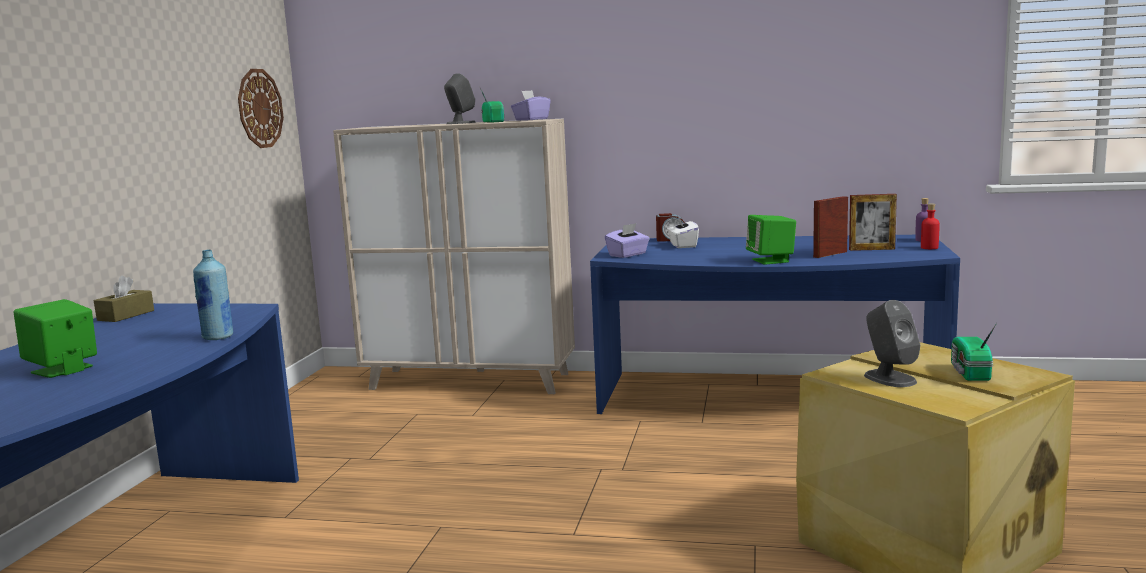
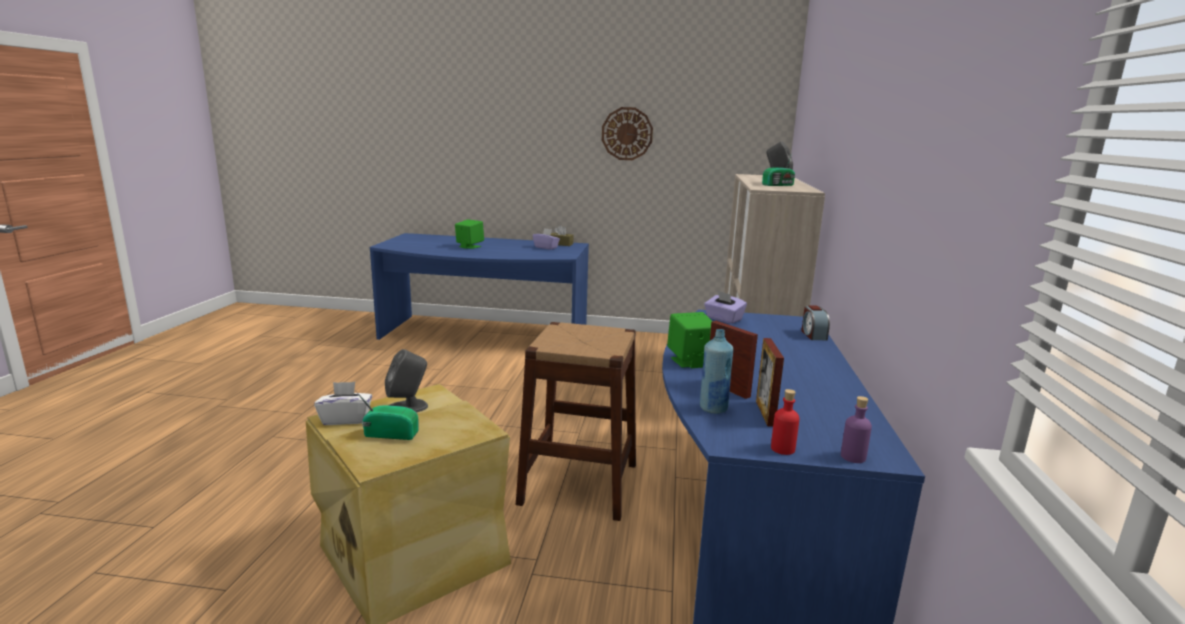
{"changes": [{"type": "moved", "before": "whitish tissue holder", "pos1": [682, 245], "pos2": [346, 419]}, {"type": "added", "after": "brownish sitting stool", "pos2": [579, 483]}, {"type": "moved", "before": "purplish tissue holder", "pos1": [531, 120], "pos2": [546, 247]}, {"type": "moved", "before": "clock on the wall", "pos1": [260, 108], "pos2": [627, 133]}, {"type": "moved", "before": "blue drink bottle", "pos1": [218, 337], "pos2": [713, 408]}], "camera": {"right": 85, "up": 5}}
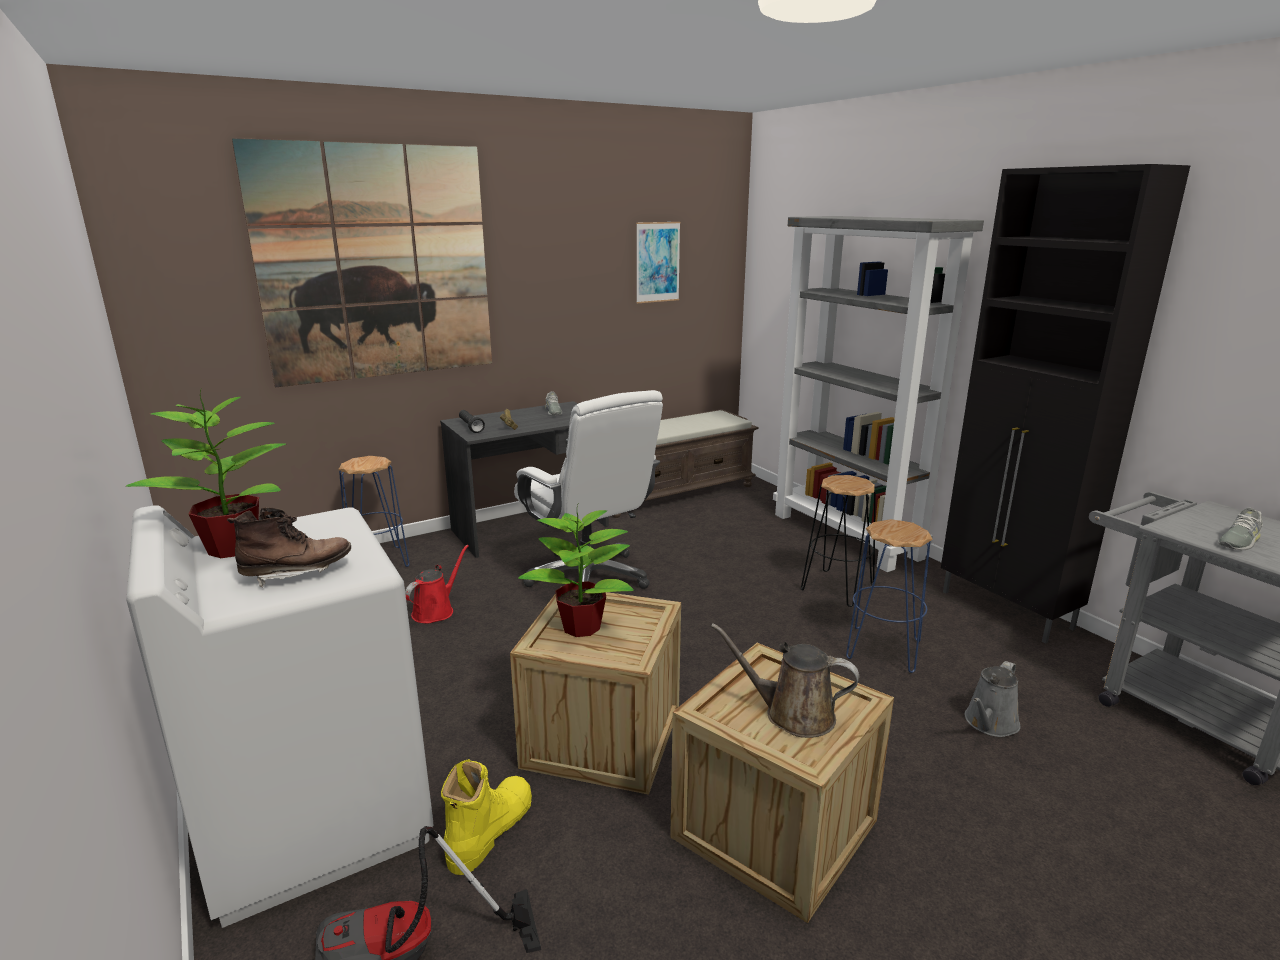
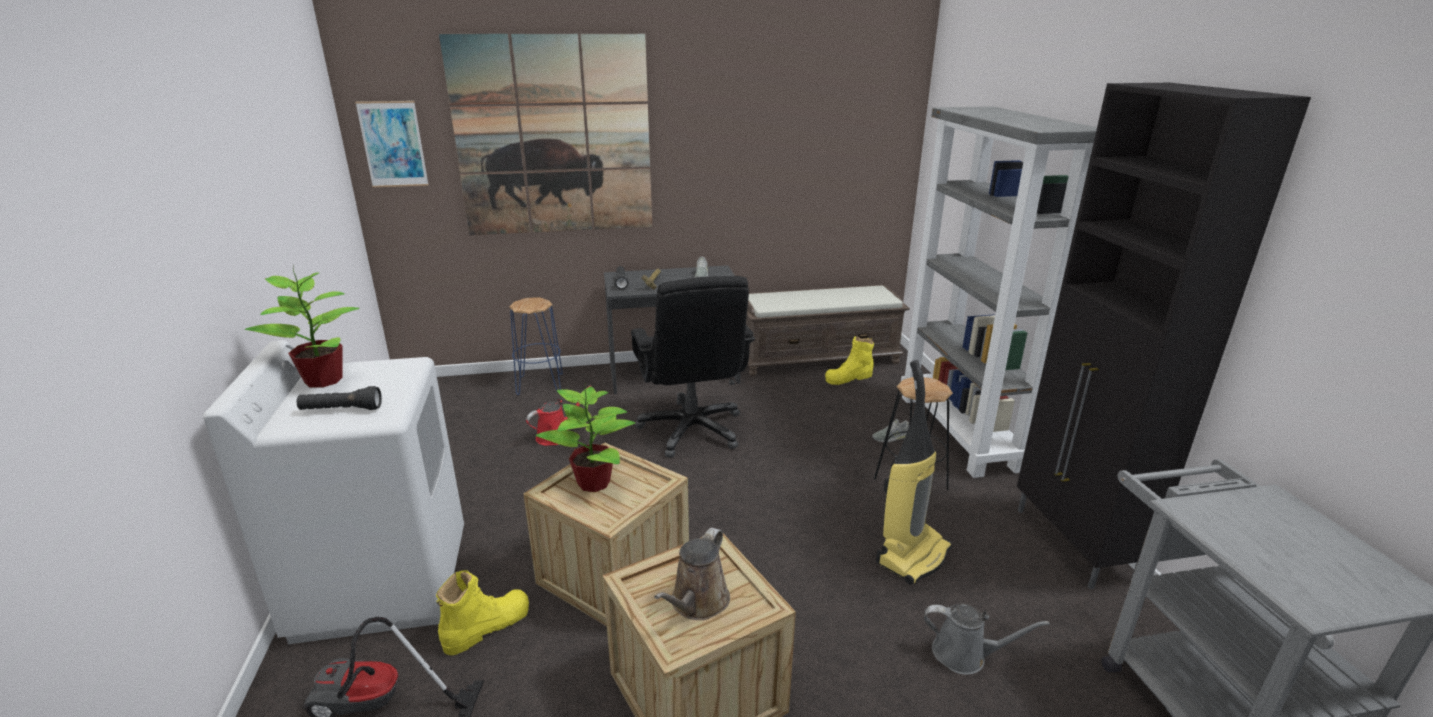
{"changes": [{"type": "replaced", "before": "brownish boot", "after": "black flashlight", "pos1": [297, 573], "pos2": [341, 410]}, {"type": "moved", "before": "picture", "pos1": [657, 262], "pos2": [393, 144]}, {"type": "recoloured", "before": "whitish computer chair", "after": "black computer chair", "pos1": [589, 578], "pos2": [692, 429]}, {"type": "turned", "before": "brownish watering can", "pos1": [792, 714], "pos2": [697, 603], "turn": -105}, {"type": "added", "after": "yellow-coloured boot", "pos2": [849, 378]}, {"type": "moved", "before": "grey shoe", "pos1": [1238, 541], "pos2": [891, 437]}, {"type": "replaced", "before": "blue sitting stool", "after": "hoover", "pos1": [883, 649], "pos2": [912, 555]}, {"type": "turned", "before": "grey watering can", "pos1": [989, 723], "pos2": [964, 655], "turn": -135}], "camera": {"right": 20, "up": 5}}
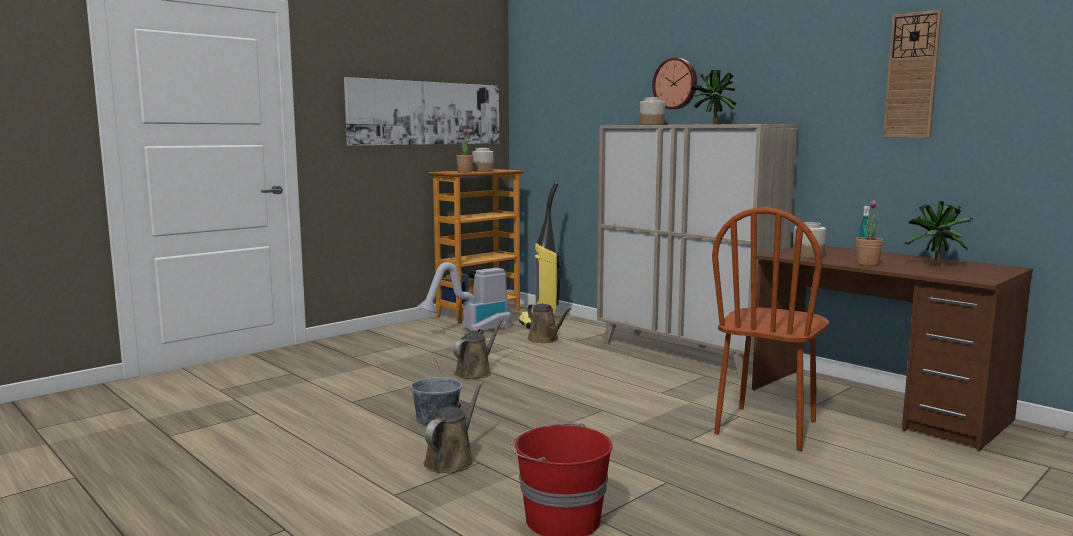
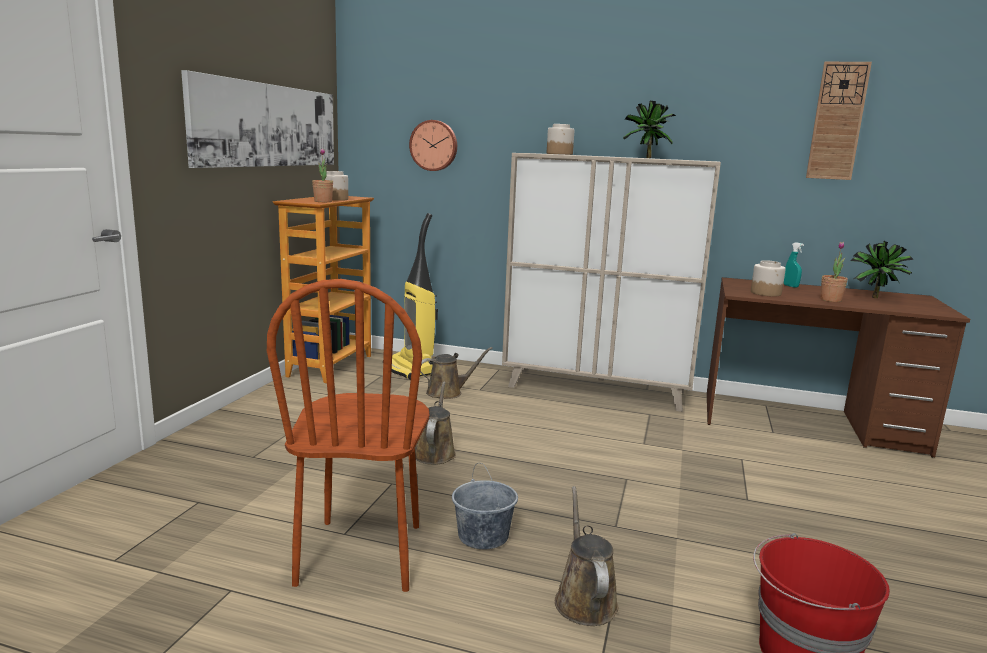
{"changes": [{"type": "moved", "before": "brownish upright chair", "pos1": [767, 428], "pos2": [361, 554]}, {"type": "moved", "before": "clock on the wall", "pos1": [676, 83], "pos2": [434, 145]}, {"type": "turned", "before": "brownish watering can", "pos1": [545, 339], "pos2": [448, 392], "turn": -45}, {"type": "removed", "before": "hoover", "pos1": [471, 331]}], "camera": {"right": -30, "up": 5}}
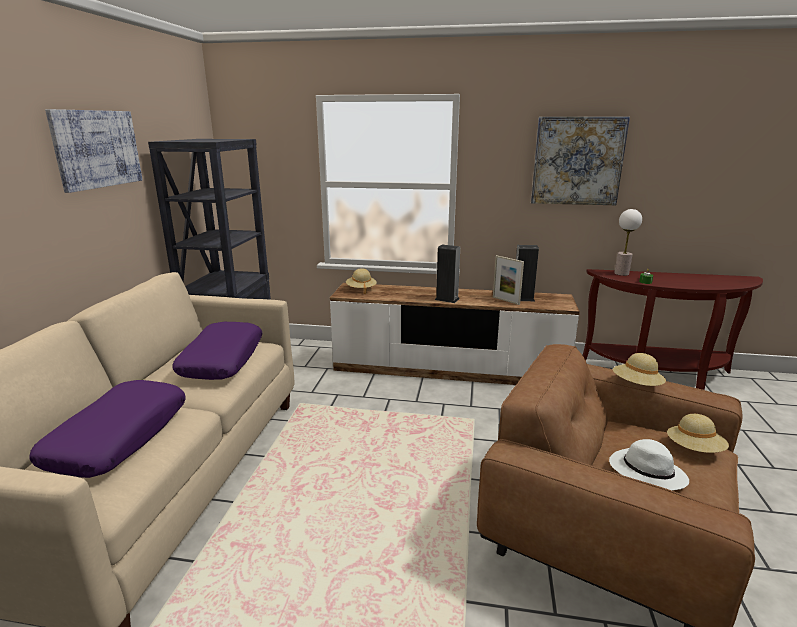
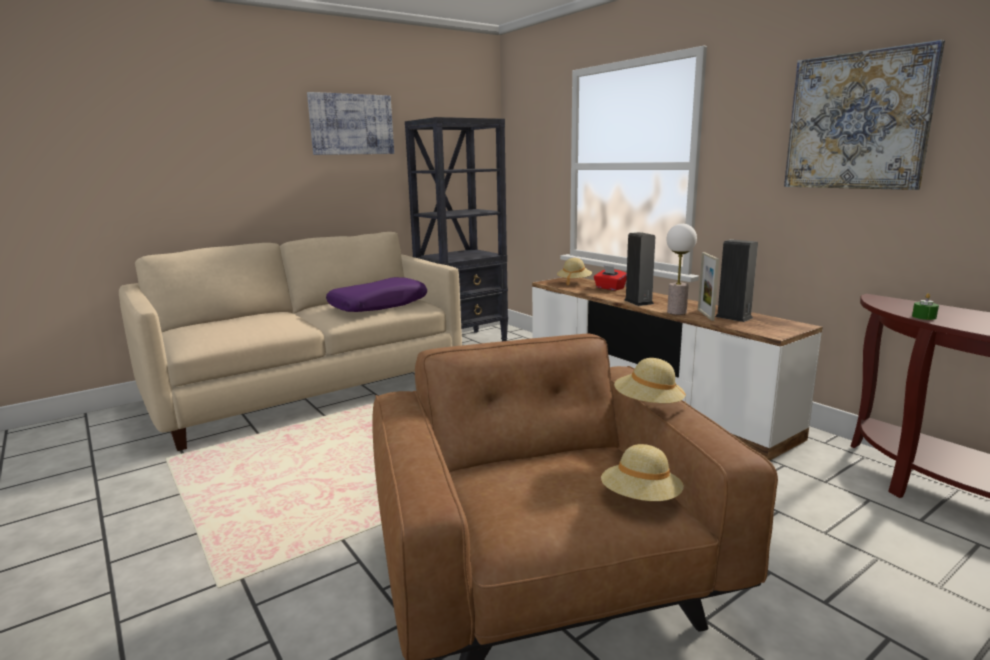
{"changes": [{"type": "added", "after": "red tissue holder", "pos2": [609, 288]}, {"type": "moved", "before": "lamp for a table", "pos1": [621, 273], "pos2": [676, 312]}, {"type": "removed", "before": "purplish throw pillow", "pos1": [118, 437]}, {"type": "removed", "before": "whitish clothing hat", "pos1": [645, 473]}], "camera": {"right": 45, "up": -5}}
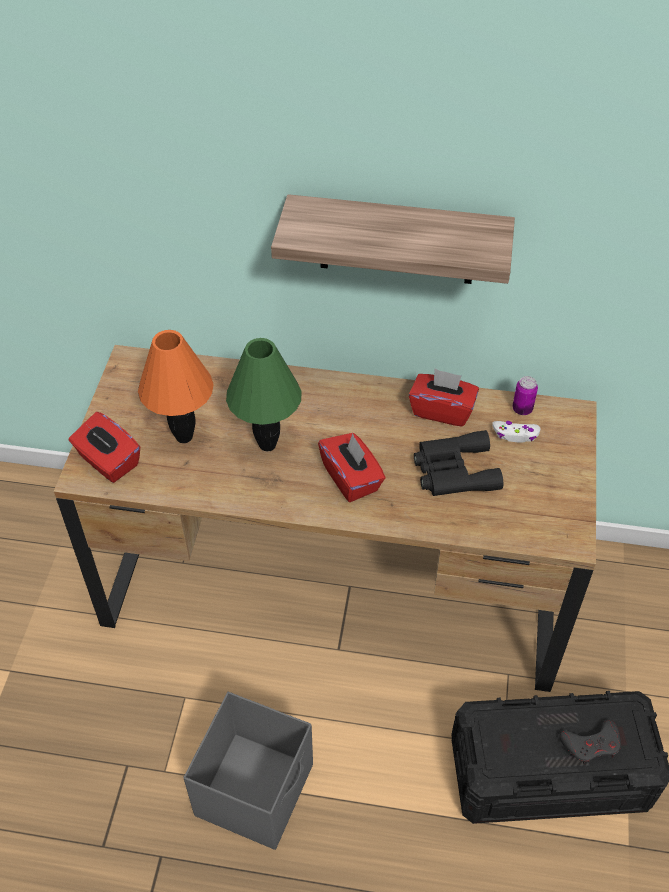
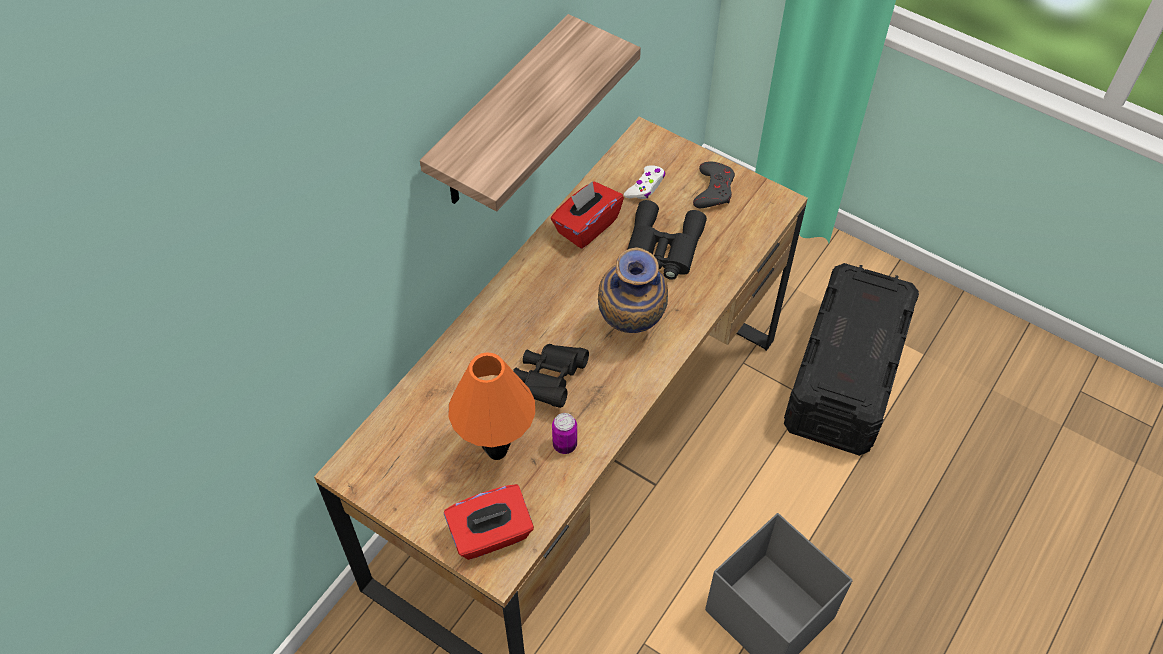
{"changes": [{"type": "replaced", "before": "green-coloured lamp for a table", "after": "black field glasses", "pos1": [268, 444], "pos2": [549, 380]}, {"type": "moved", "before": "sealed can", "pos1": [522, 409], "pos2": [565, 445]}, {"type": "replaced", "before": "red tissue holder", "after": "flower vase", "pos1": [351, 478], "pos2": [630, 328]}, {"type": "moved", "before": "grey gamepad", "pos1": [591, 744], "pos2": [713, 189]}], "camera": {"right": -65, "up": 5}}
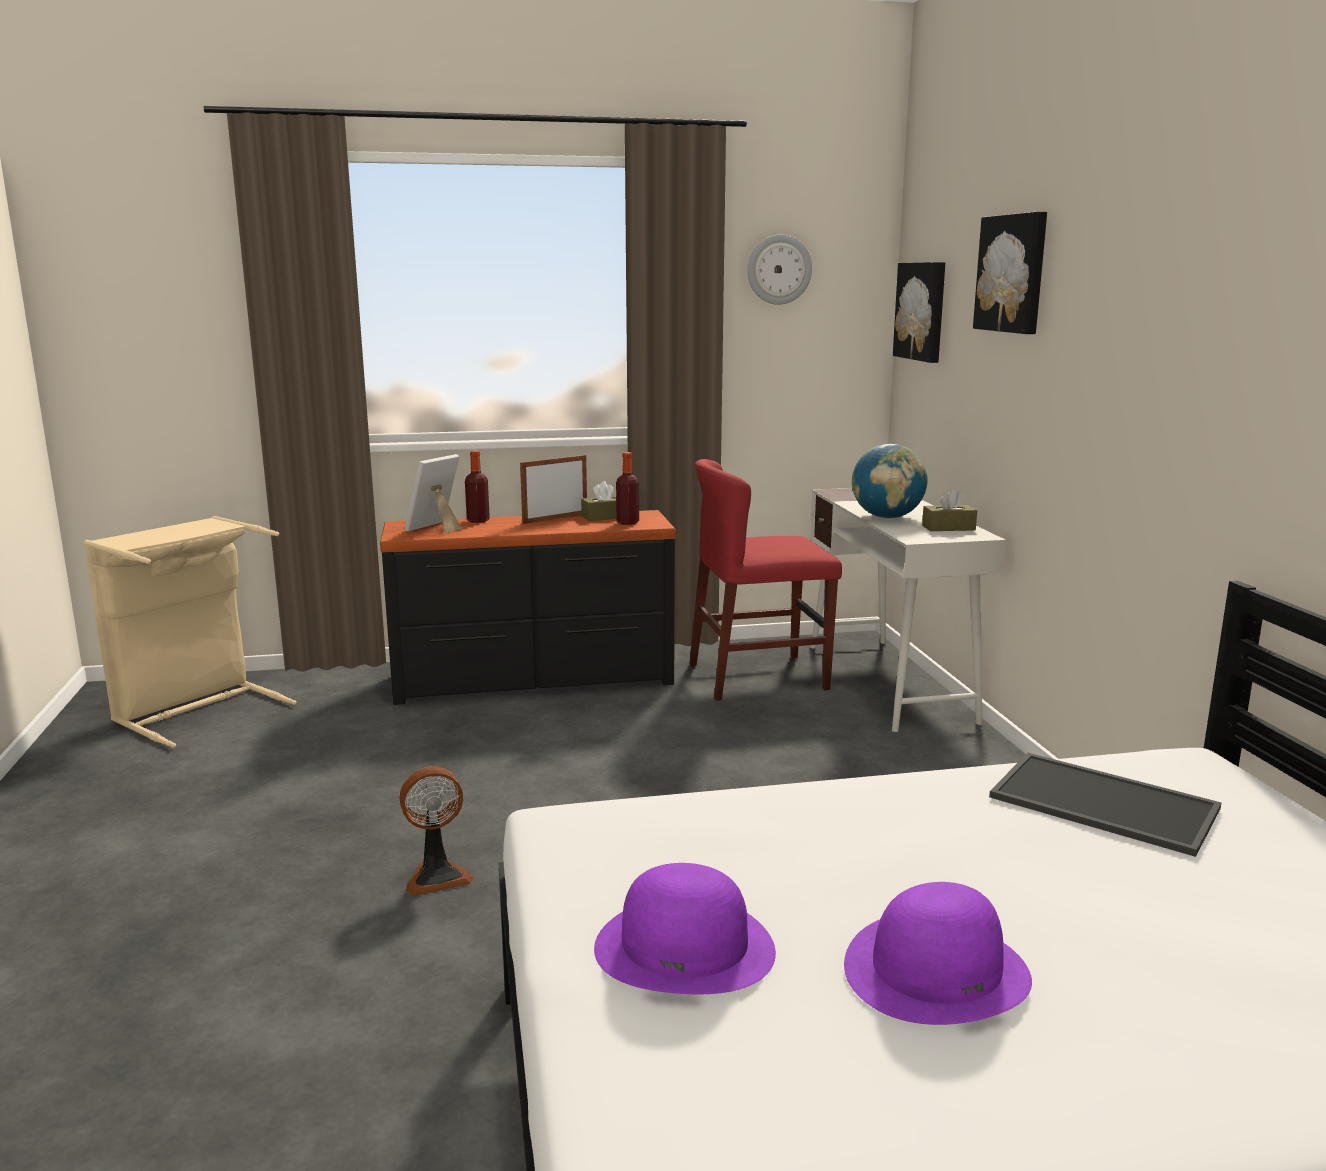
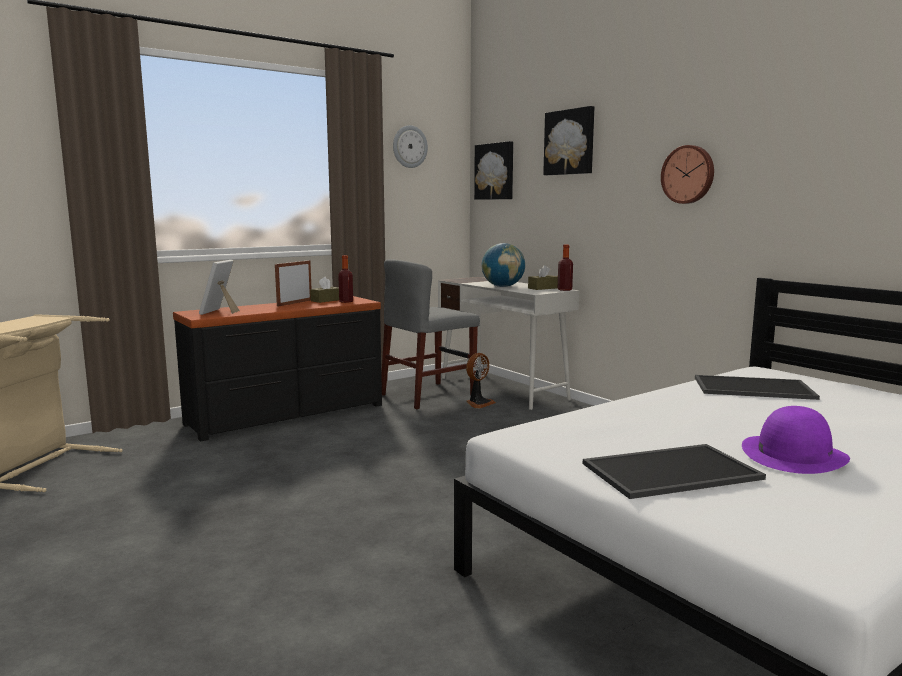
{"changes": [{"type": "recoloured", "before": "red upright chair", "after": "grey upright chair", "pos1": [758, 677], "pos2": [428, 395]}, {"type": "moved", "before": "cooling fan", "pos1": [437, 876], "pos2": [478, 403]}, {"type": "moved", "before": "drink bottle", "pos1": [478, 520], "pos2": [564, 290]}, {"type": "replaced", "before": "purplish clothing hat", "after": "tray", "pos1": [685, 947], "pos2": [671, 470]}, {"type": "added", "after": "clock on the wall", "pos2": [688, 174]}], "camera": {"right": -25, "up": -5}}
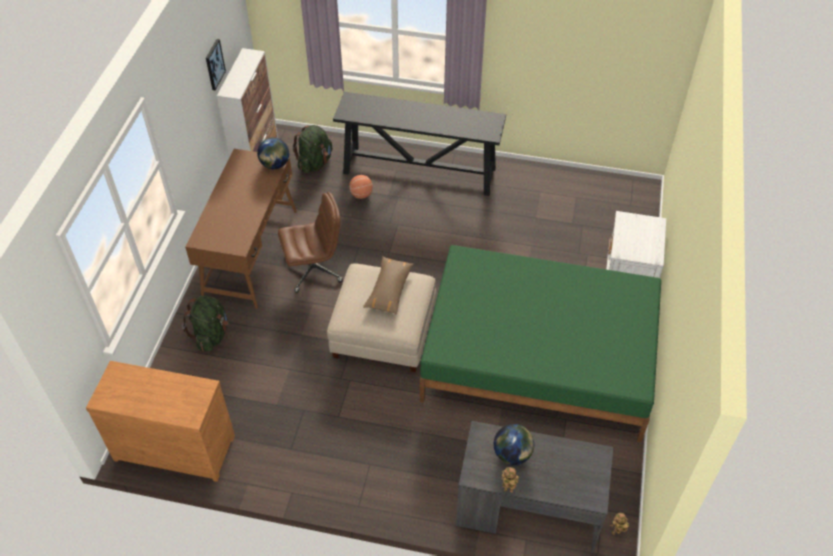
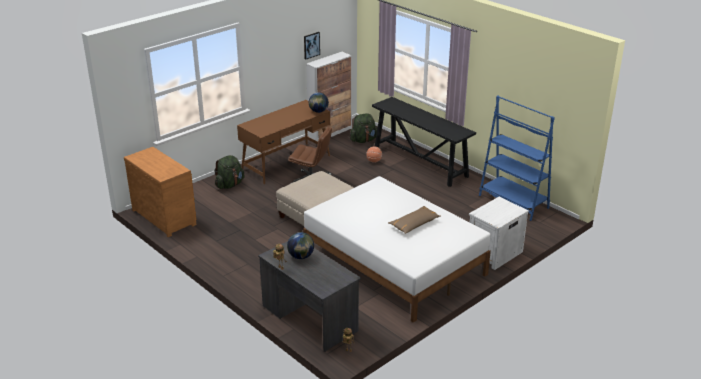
{"changes": [{"type": "recoloured", "before": "green-coloured bed", "after": "whitish bed", "pos1": [538, 359], "pos2": [393, 263]}, {"type": "moved", "before": "brownish throw pillow", "pos1": [389, 290], "pos2": [414, 224]}, {"type": "added", "after": "blue bookcase", "pos2": [513, 202]}], "camera": {"right": 35, "up": -20}}
